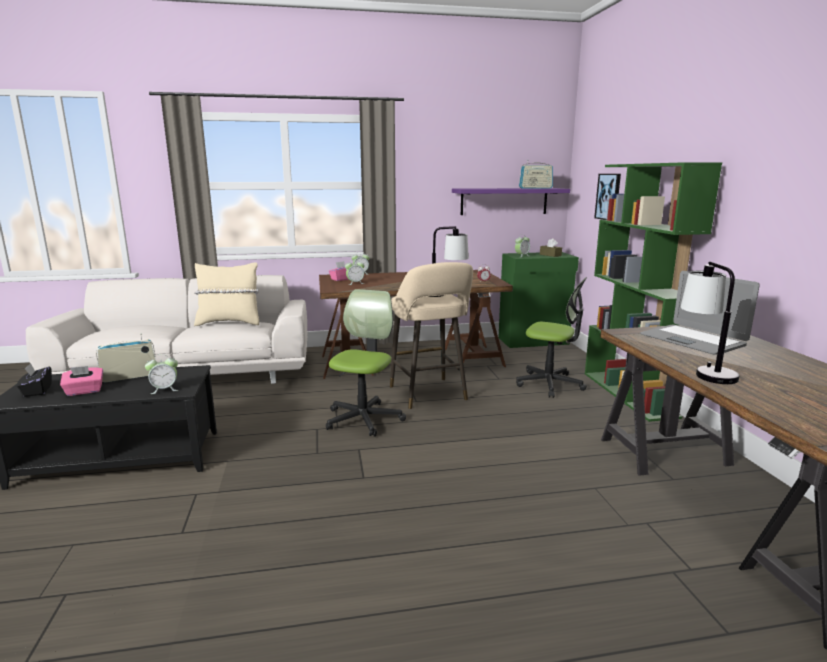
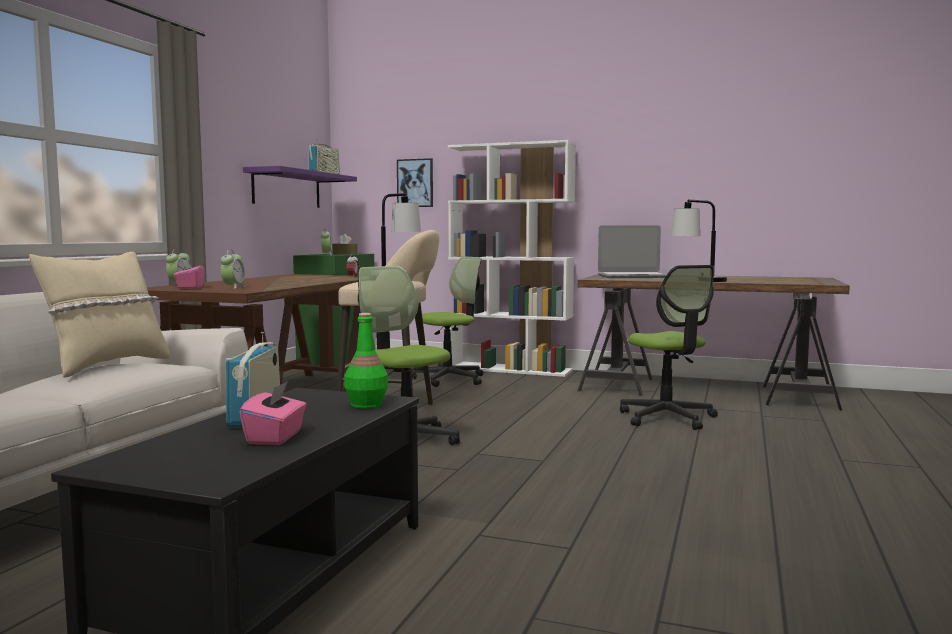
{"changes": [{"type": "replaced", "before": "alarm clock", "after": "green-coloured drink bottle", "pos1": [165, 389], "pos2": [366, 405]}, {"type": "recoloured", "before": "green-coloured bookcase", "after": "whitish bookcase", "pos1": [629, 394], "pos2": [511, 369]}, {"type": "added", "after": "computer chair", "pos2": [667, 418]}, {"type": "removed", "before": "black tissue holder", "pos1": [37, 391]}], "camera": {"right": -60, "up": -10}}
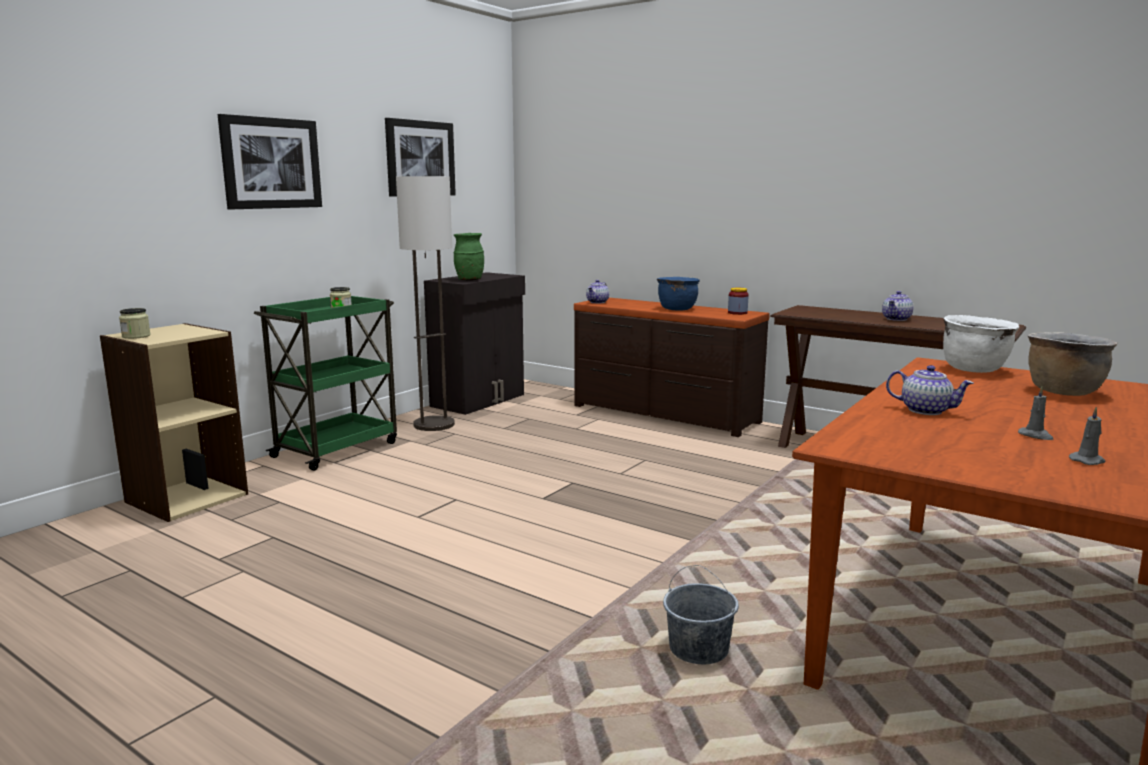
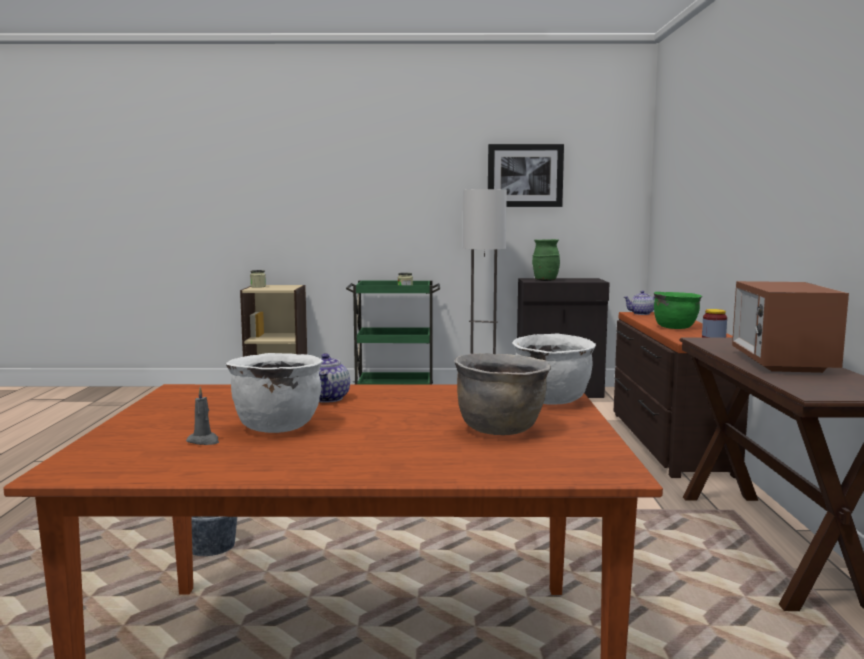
{"changes": [{"type": "replaced", "before": "grey wax candle", "after": "whitish cooking pot", "pos1": [1036, 436], "pos2": [277, 427]}, {"type": "recoloured", "before": "blue cooking pot", "after": "green-coloured cooking pot", "pos1": [677, 309], "pos2": [675, 327]}, {"type": "replaced", "before": "teapot", "after": "microwave", "pos1": [897, 319], "pos2": [781, 363]}, {"type": "removed", "before": "picture", "pos1": [271, 163]}], "camera": {"right": 55, "up": -5}}
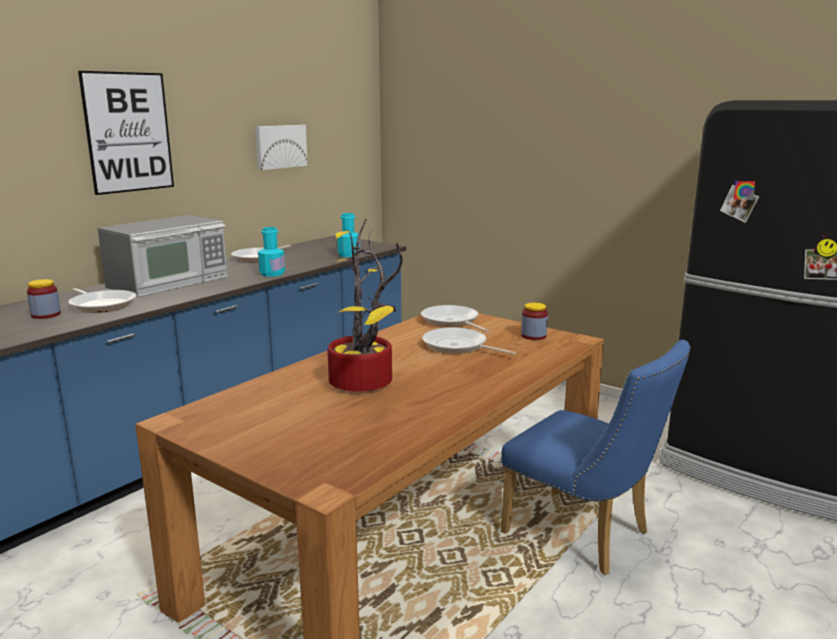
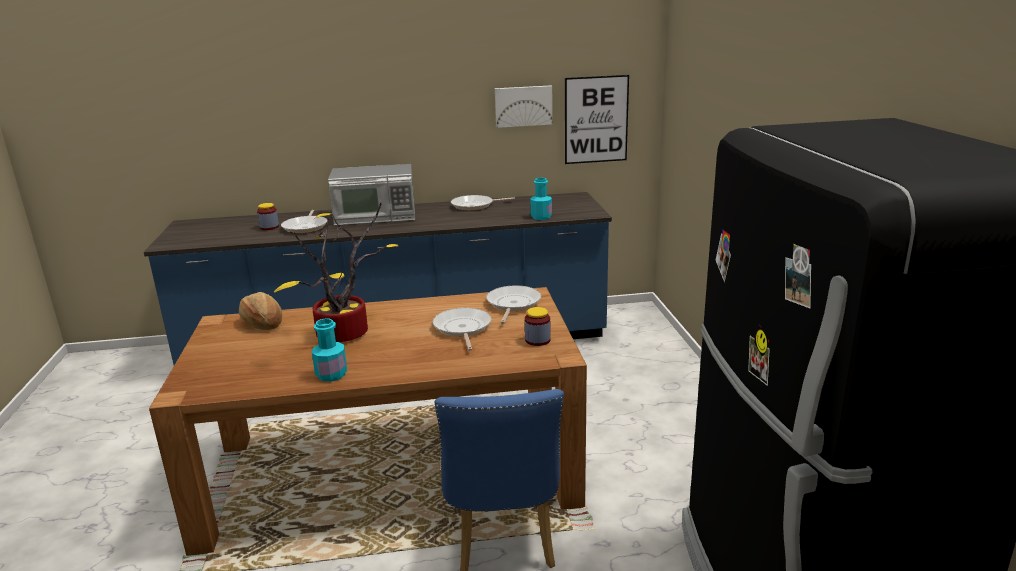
{"changes": [{"type": "added", "after": "bread", "pos2": [262, 322]}, {"type": "moved", "before": "blue-green drink bottle", "pos1": [272, 274], "pos2": [331, 374]}, {"type": "moved", "before": "picture", "pos1": [128, 132], "pos2": [596, 119]}], "camera": {"right": 45, "up": 5}}
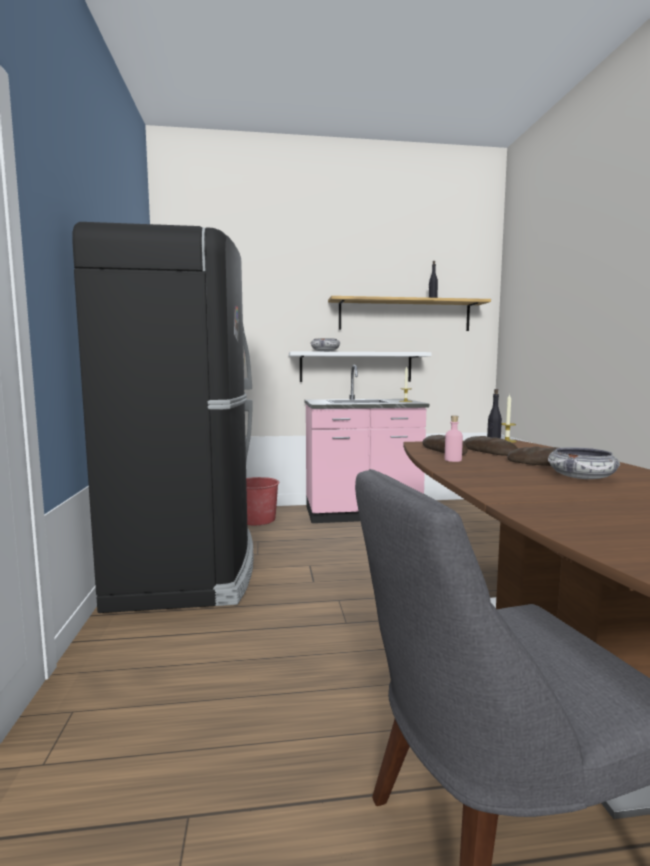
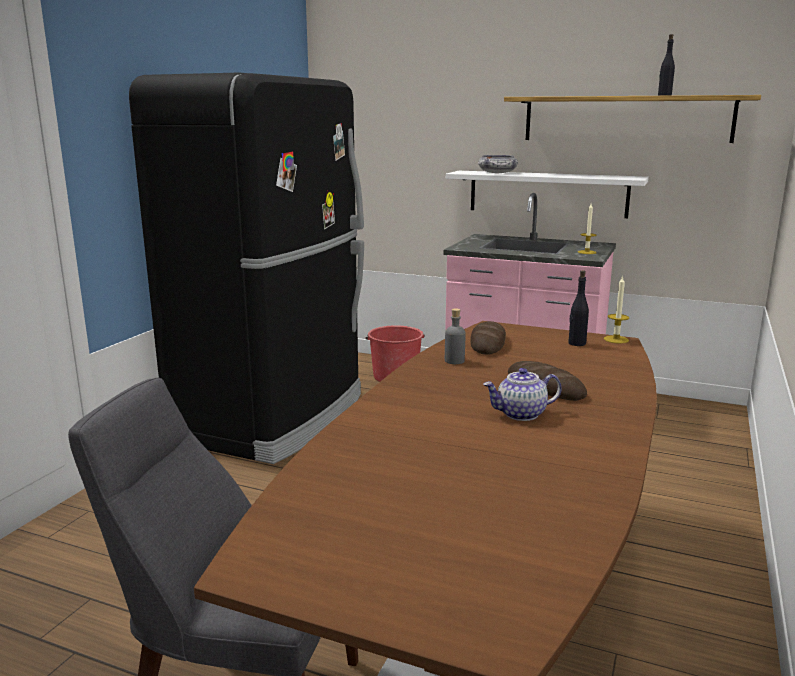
{"changes": [{"type": "recoloured", "before": "pink-coloured drink bottle", "after": "grey drink bottle", "pos1": [453, 460], "pos2": [454, 361]}, {"type": "replaced", "before": "deep dish", "after": "teapot", "pos1": [581, 477], "pos2": [521, 414]}, {"type": "removed", "before": "bread", "pos1": [489, 451]}], "camera": {"right": 30, "up": 10}}
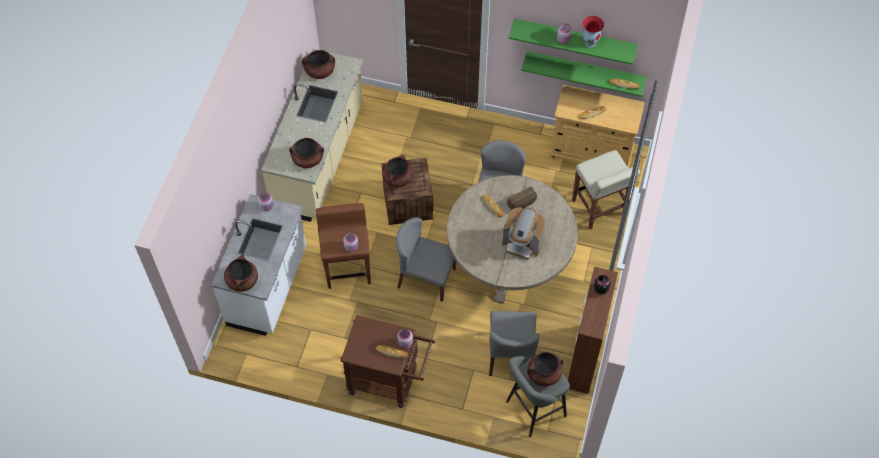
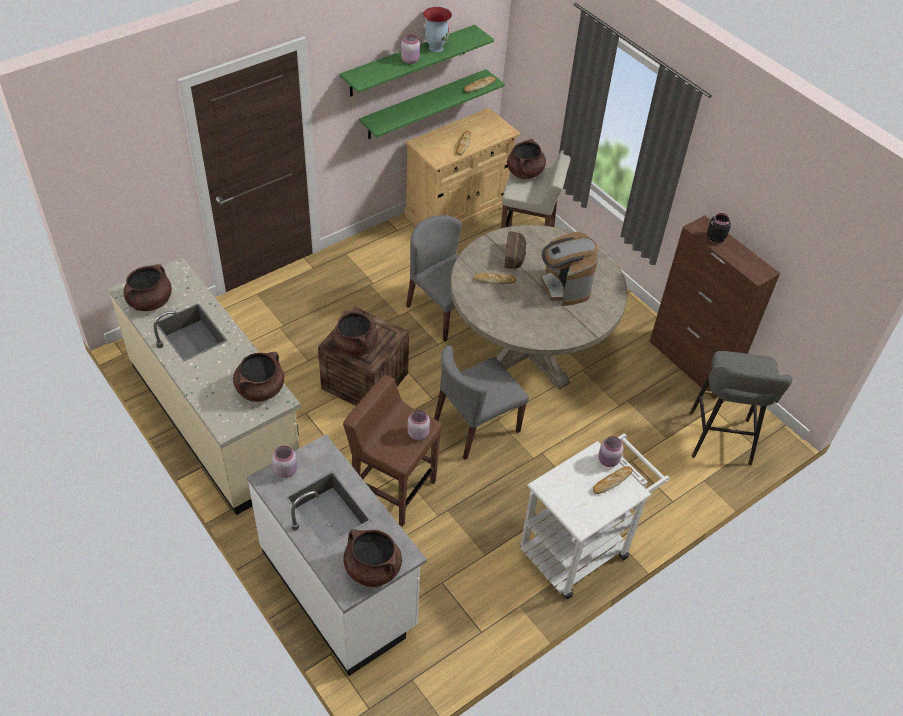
{"changes": [{"type": "moved", "before": "brownish cooking pot", "pos1": [544, 374], "pos2": [525, 173]}, {"type": "recoloured", "before": "brownish wheeled cart", "after": "whitish wheeled cart", "pos1": [389, 381], "pos2": [581, 547]}, {"type": "turned", "before": "coffee maker", "pos1": [522, 244], "pos2": [564, 287], "turn": 105}, {"type": "removed", "before": "grey upright chair", "pos1": [510, 354]}], "camera": {"right": -55, "up": -10}}
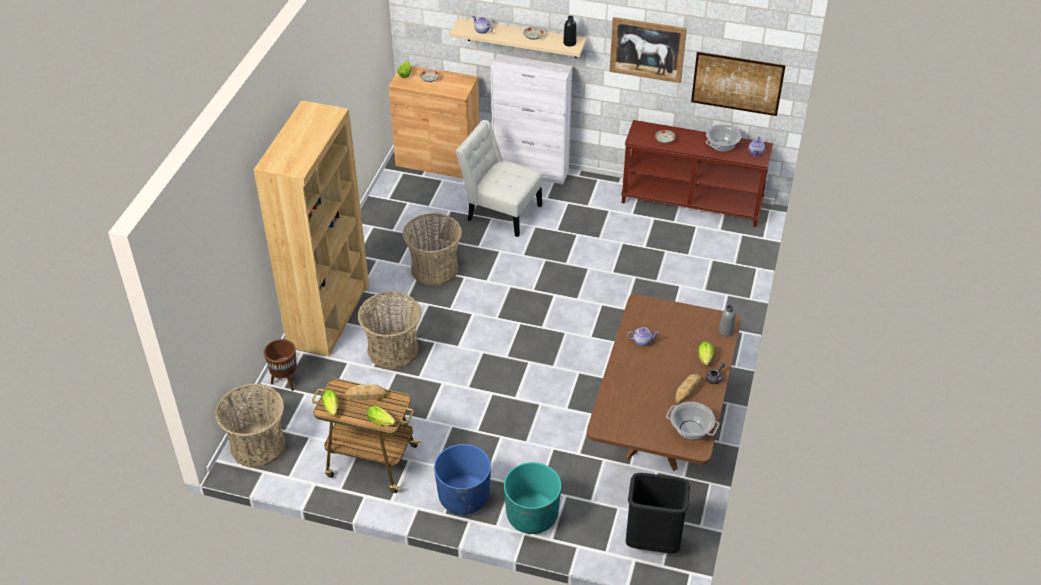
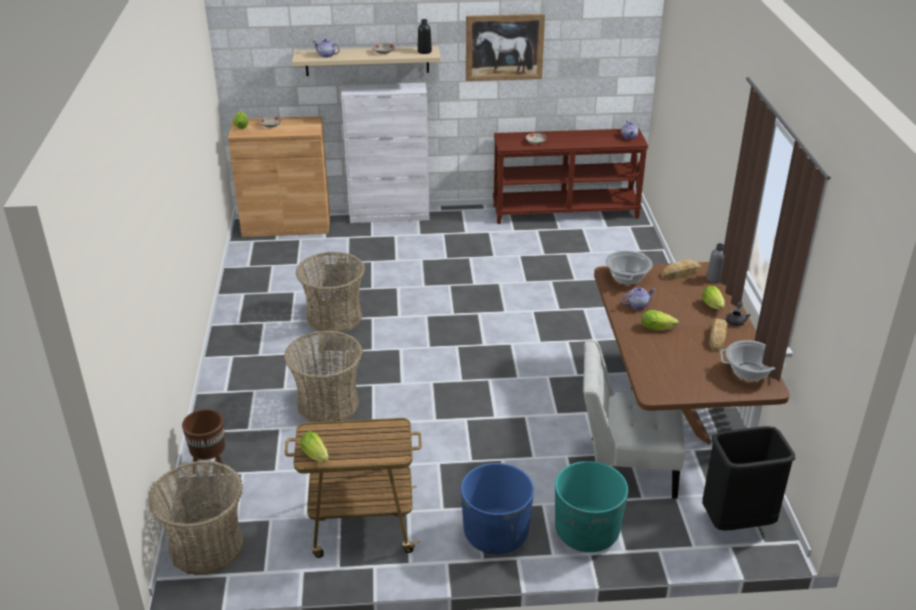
{"changes": [{"type": "moved", "before": "whitish upright chair", "pos1": [501, 211], "pos2": [625, 466]}, {"type": "moved", "before": "cooking pot", "pos1": [722, 146], "pos2": [627, 278]}, {"type": "moved", "before": "lettuce", "pos1": [382, 422], "pos2": [659, 328]}, {"type": "moved", "before": "bread", "pos1": [366, 395], "pos2": [681, 273]}, {"type": "removed", "before": "brownish bookcase", "pos1": [329, 315]}, {"type": "removed", "before": "picture", "pos1": [737, 83]}], "camera": {"right": -20, "up": -10}}
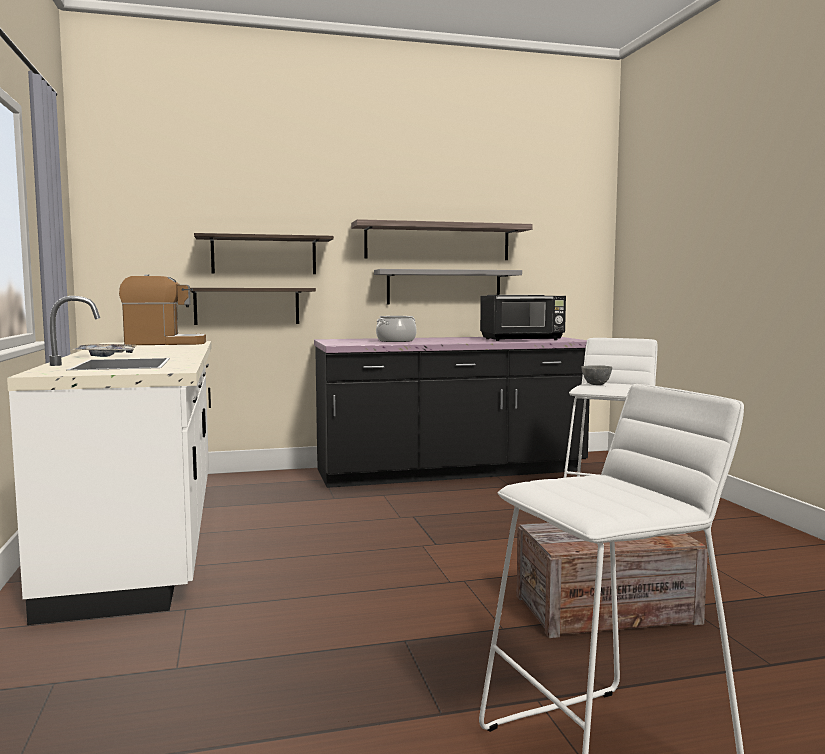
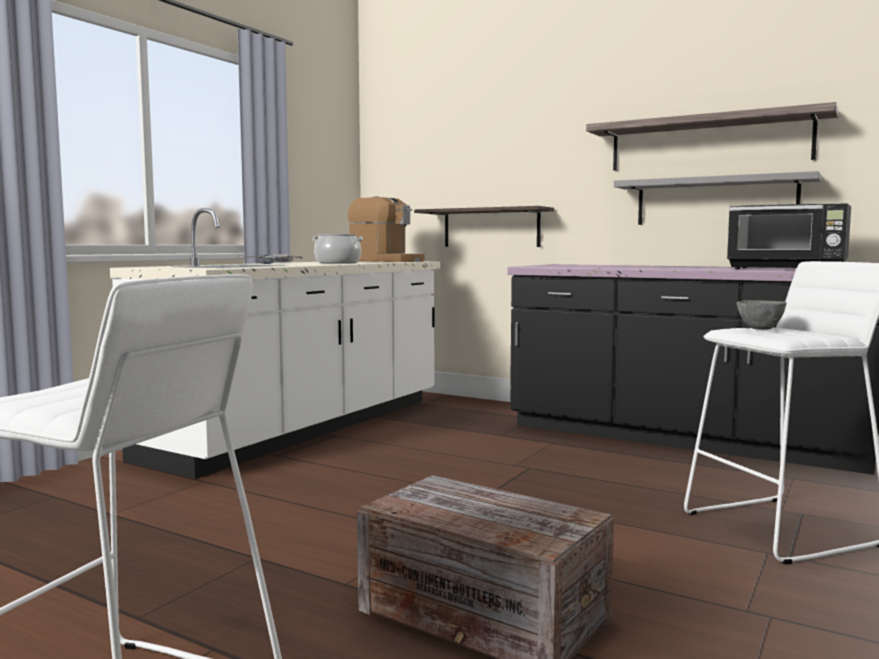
{"changes": [{"type": "moved", "before": "cooking pot", "pos1": [396, 341], "pos2": [337, 263]}, {"type": "removed", "before": "wall shelf", "pos1": [264, 255]}], "camera": {"right": 45, "up": 0}}
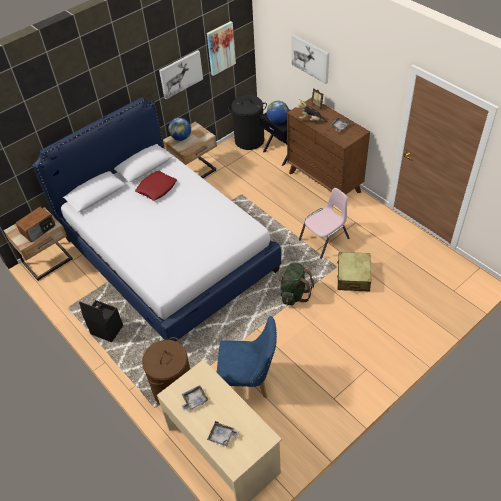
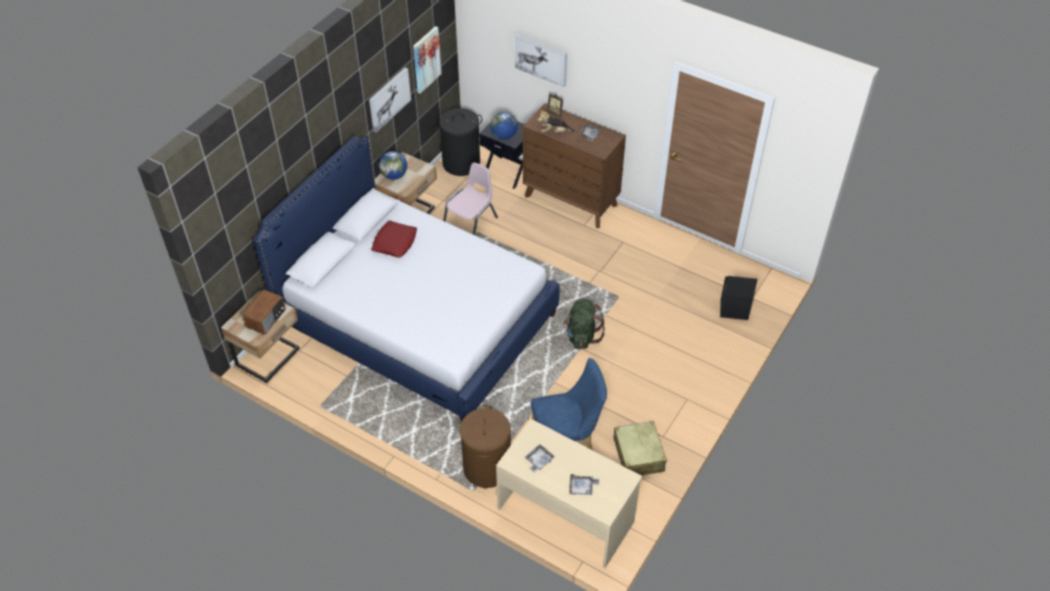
{"changes": [{"type": "moved", "before": "pink-coloured upright chair", "pos1": [324, 239], "pos2": [471, 223]}, {"type": "moved", "before": "beige-coloured suitcase", "pos1": [353, 276], "pos2": [638, 455]}, {"type": "moved", "before": "black storage box", "pos1": [106, 330], "pos2": [733, 310]}], "camera": {"right": -20, "up": 0}}
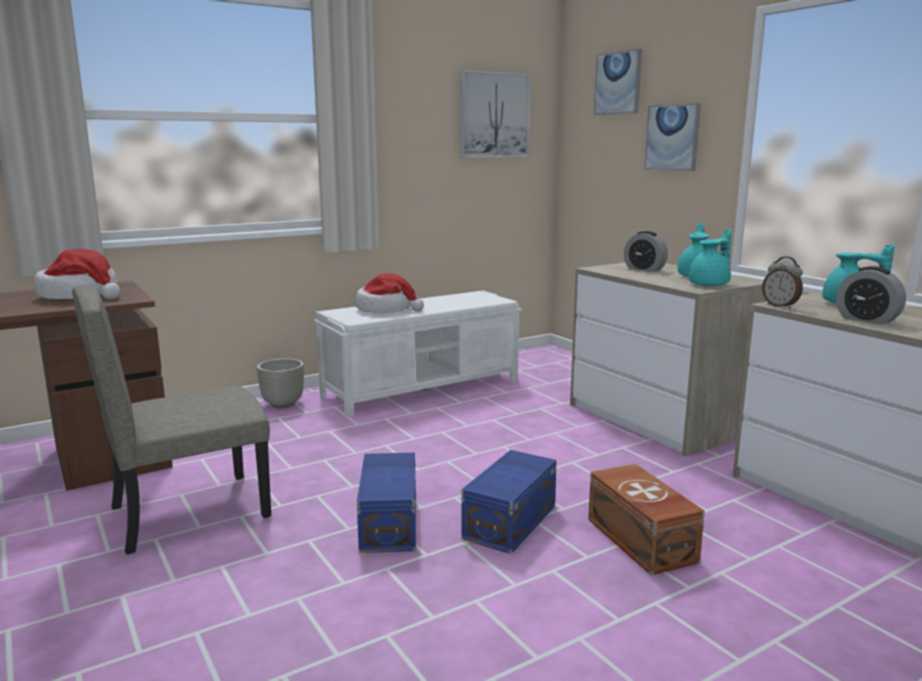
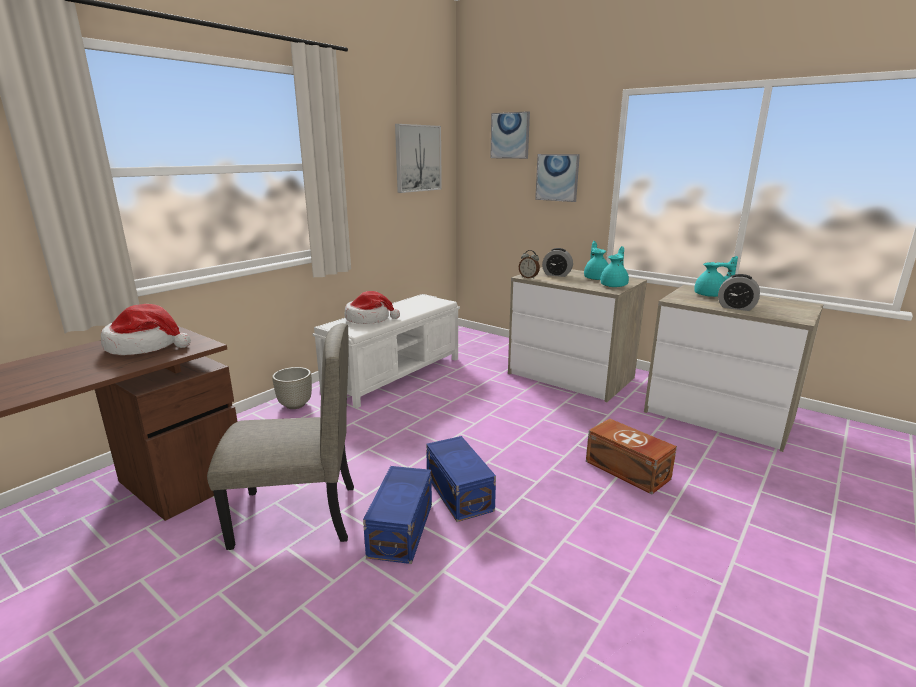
{"changes": [{"type": "turned", "before": "beige-coloured upright chair", "pos1": [189, 511], "pos2": [295, 516], "turn": -135}, {"type": "moved", "before": "blue storage box", "pos1": [512, 521], "pos2": [402, 528]}, {"type": "moved", "before": "alarm clock", "pos1": [780, 306], "pos2": [528, 277]}], "camera": {"right": -20, "up": 5}}
